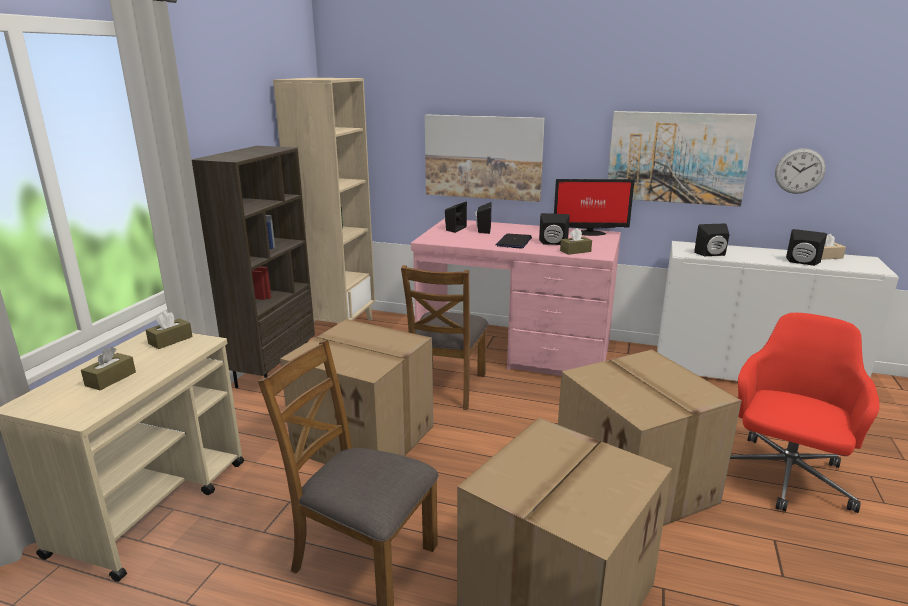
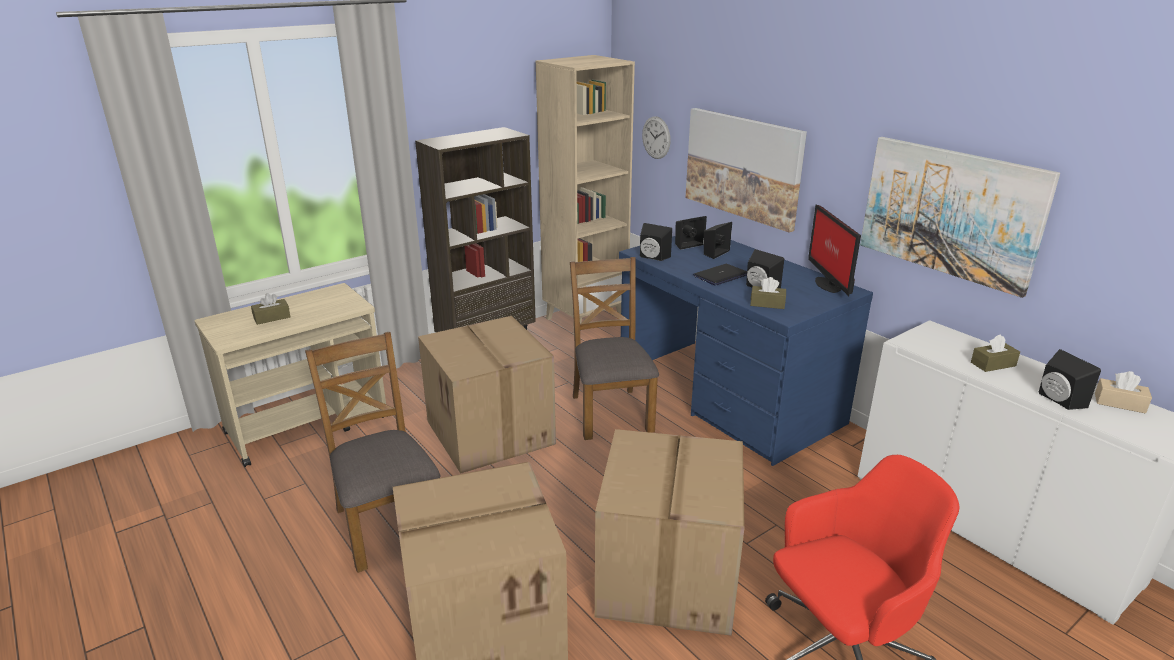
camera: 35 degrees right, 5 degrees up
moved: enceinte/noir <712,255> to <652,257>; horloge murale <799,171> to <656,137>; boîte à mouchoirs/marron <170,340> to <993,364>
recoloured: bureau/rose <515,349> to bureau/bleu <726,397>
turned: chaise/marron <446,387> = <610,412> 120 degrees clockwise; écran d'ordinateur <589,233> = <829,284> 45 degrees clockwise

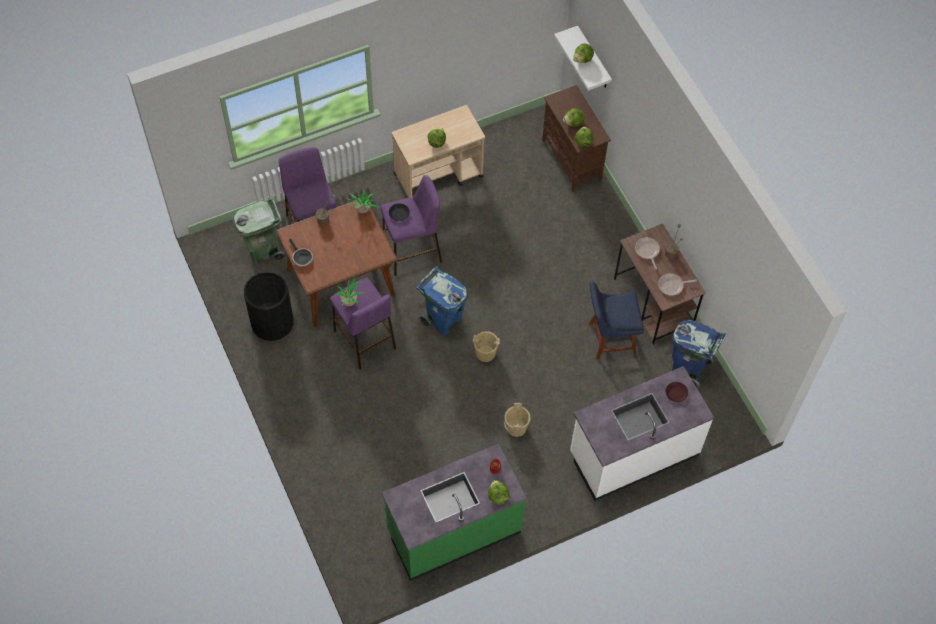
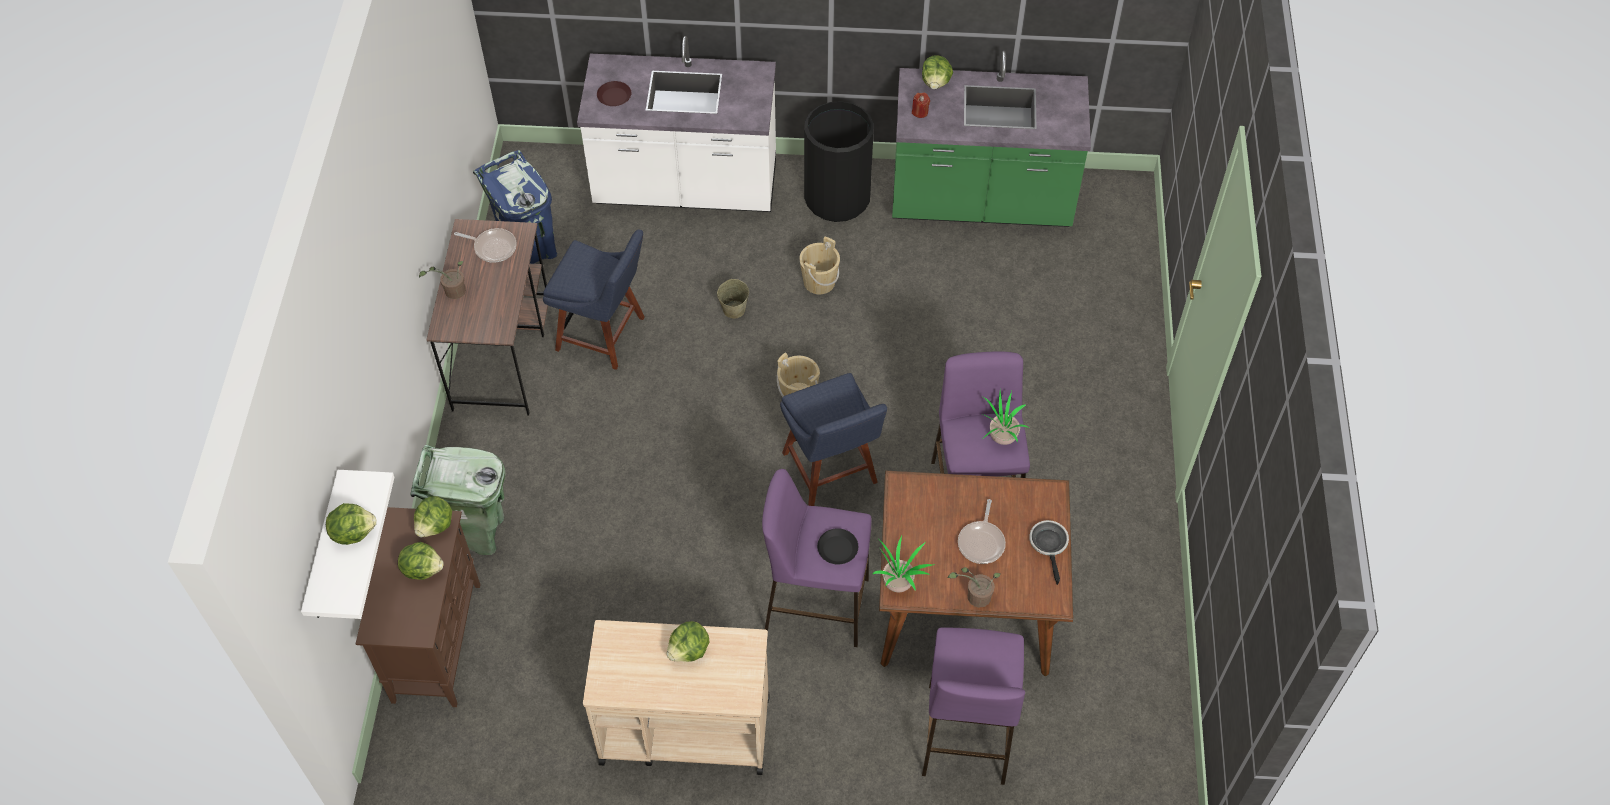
camera: 150 degrees left, 5 degrees down
added: seau/beige <734,309>
moved: poubelle/vert <264,250> to <476,532>; poubelle/noir <272,323> to <837,198>; poêle <647,251> to <982,542>
replaced: poubelle/bleu <443,320> to chaise/bleu <831,471>

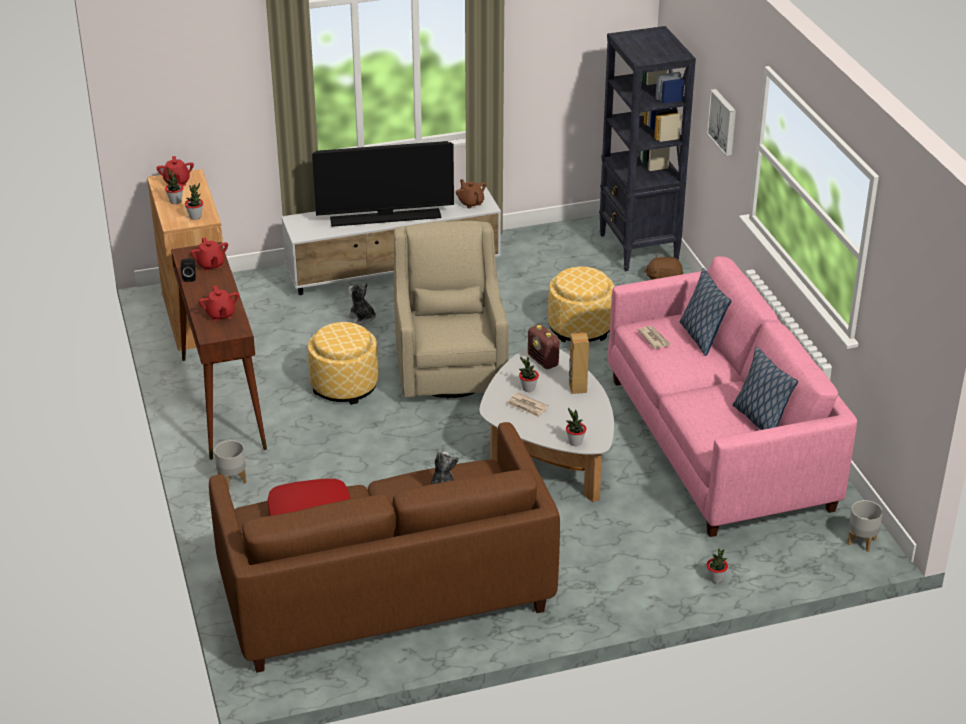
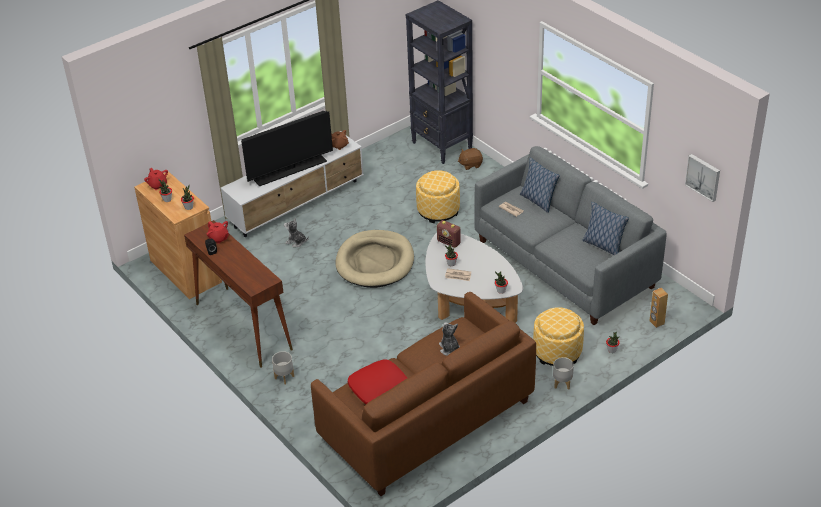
camera: 20 degrees left, 5 degrees up
removed: théière/rouge <220,315>
moved: pouf <344,386> to <557,352>; cache-pot/gris <862,542> to <562,383>; enceinte/marron <577,388> to <656,322>; tableau <723,122> to <703,177>
replaced: fauteuil/beige <450,370> to panier pour chien/beige <375,262>
recoloured: canapé/rose <719,443> to canapé/gris <565,263>

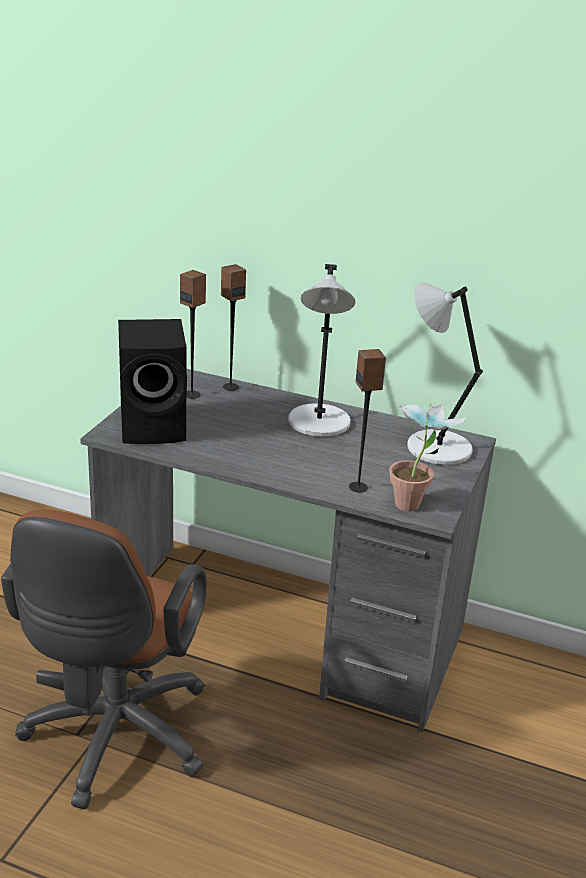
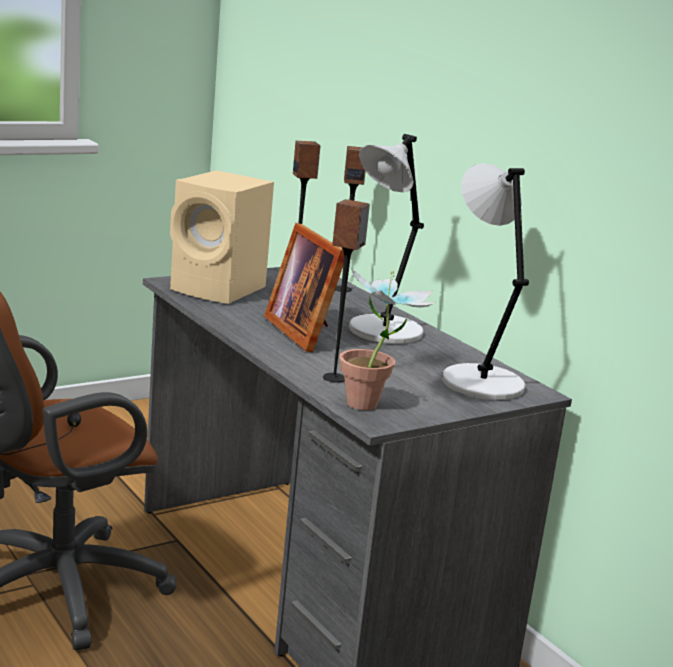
camera: 35 degrees right, 10 degrees down
added: cadre photo <305,332>
recoloured: enceinte/noir <156,427> to enceinte/beige <220,290>

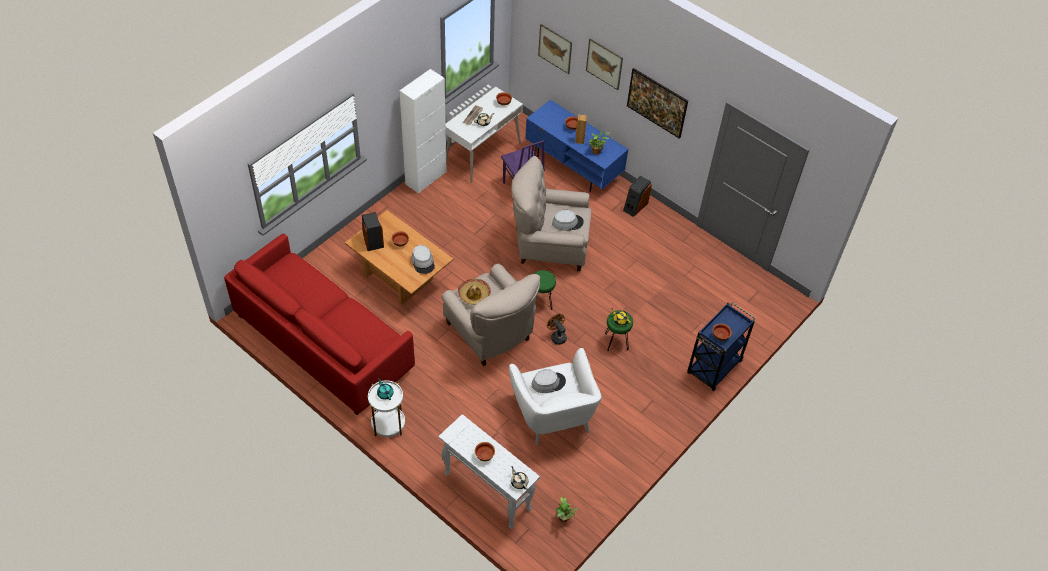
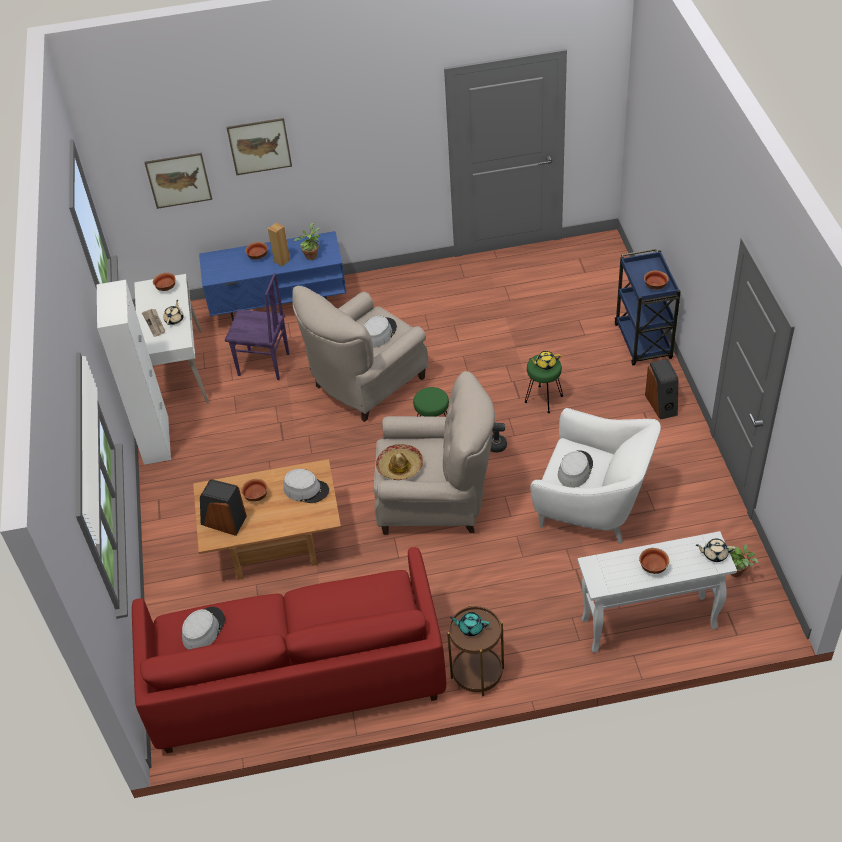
camera: 45 degrees left, 5 degrees down
removed: tableau <655,112>
added: chapeau/gris <203,629>
moved: enceinte <635,206> to <662,404>
recoloured: table d'appoint/blanc <388,424> to table d'appoint/marron <477,673>

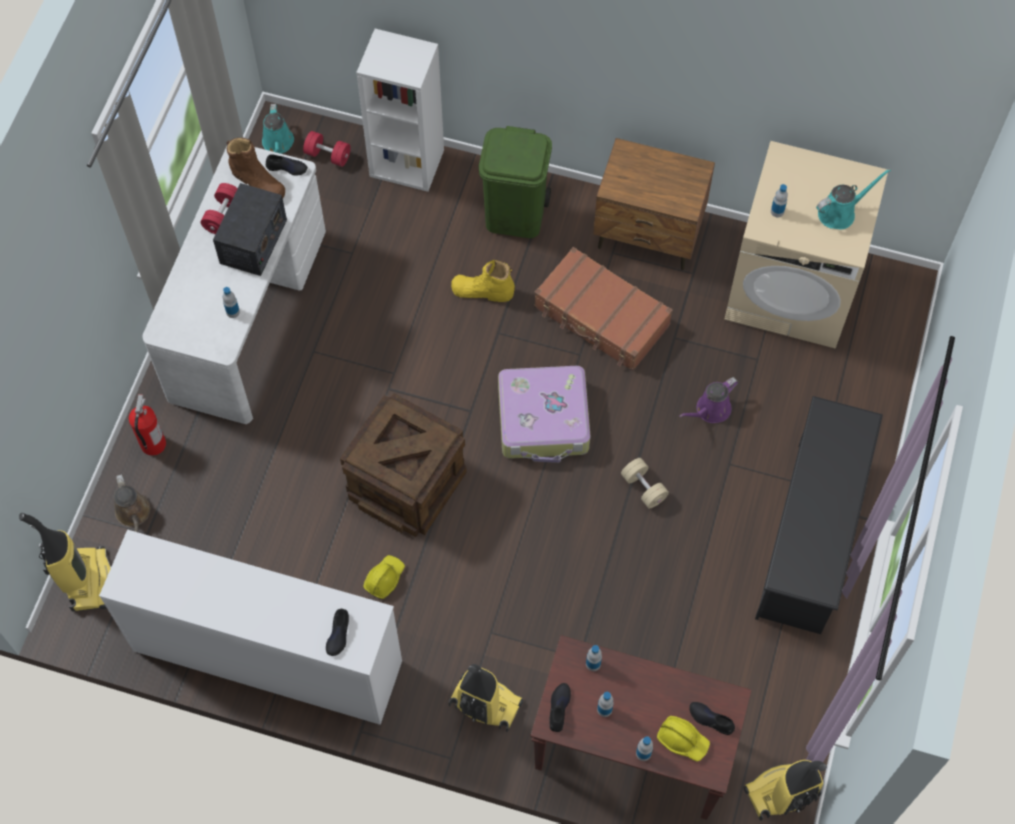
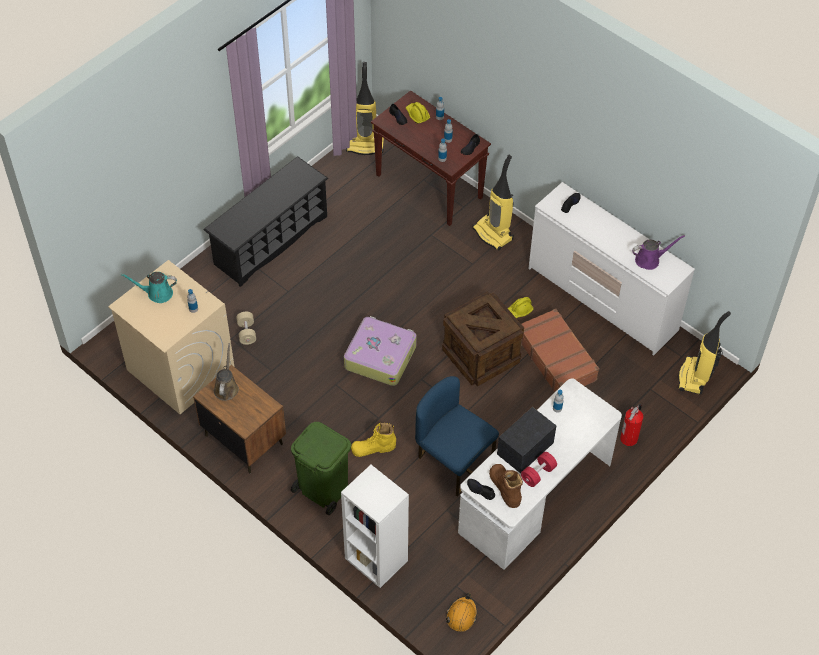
camera: 155 degrees left, 10 degrees down
removed: haltère/rouge <328,155>
added: chaise/bleu <453,460>
moved: arrosoir/marron <134,514> to <226,387>; haltère/beige <643,488> to <247,332>; valise/marron <601,317> to <556,358>; arrosoir/violet <710,410> to <650,260>
replaced: arrosoir/turquoise <278,144> to casque de chantier/orange <461,615>
turned: botte/jaune <482,291> = <373,448> 135 degrees clockwise

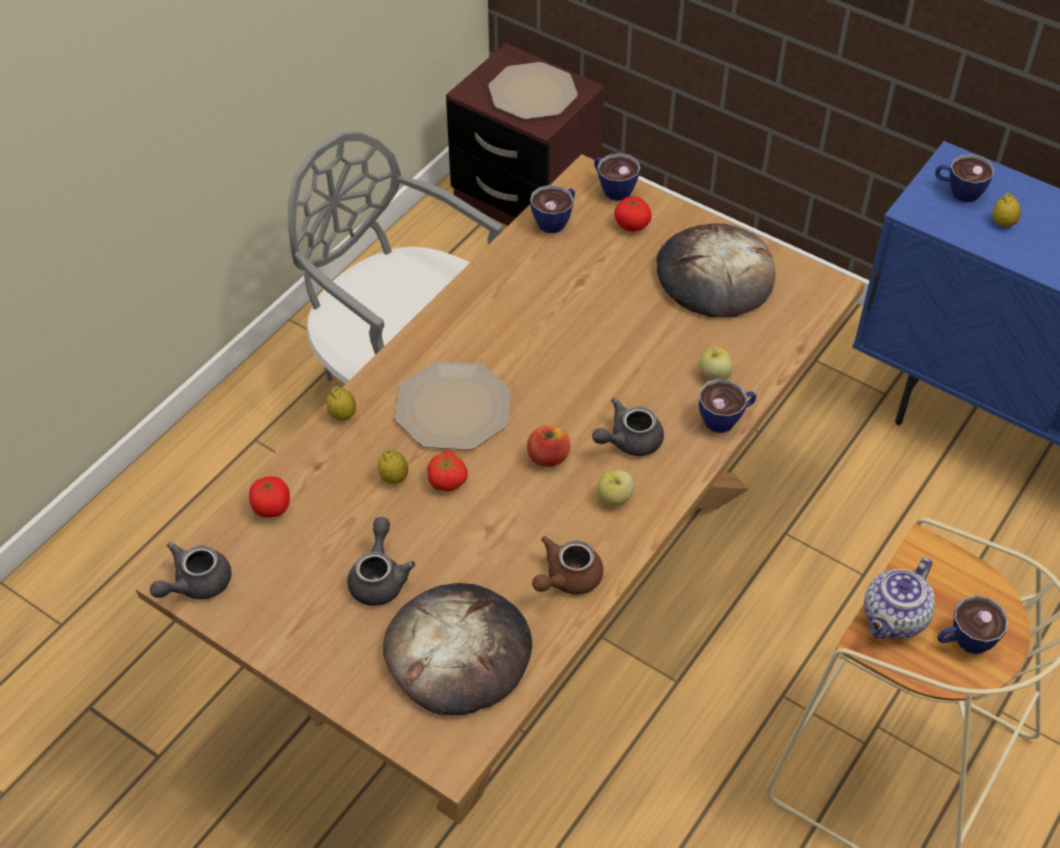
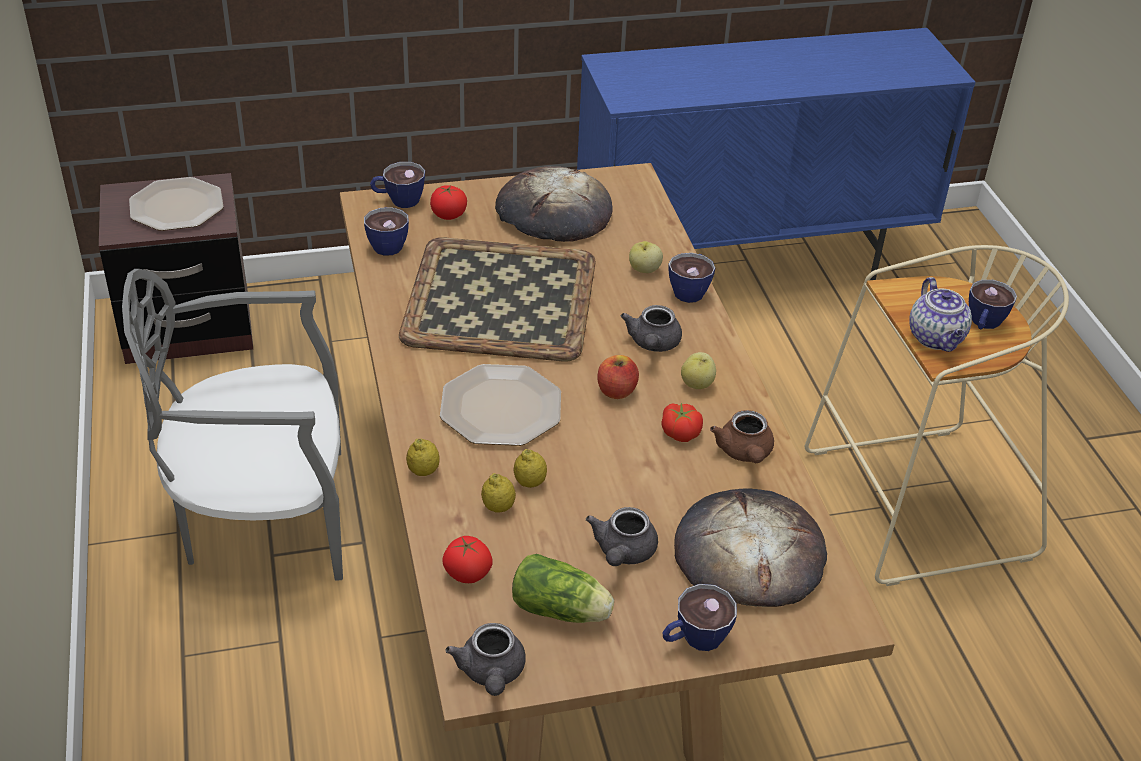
camera: 50 degrees left, 10 degrees down
added: plateau <502,298>; laitue <563,611>
moved: citron <1003,223> to <498,507>; tomate <448,480> to <680,432>; tasse <958,191> to <694,639>
turned: théière/gris <379,577> = <622,553> 120 degrees counterclockwise

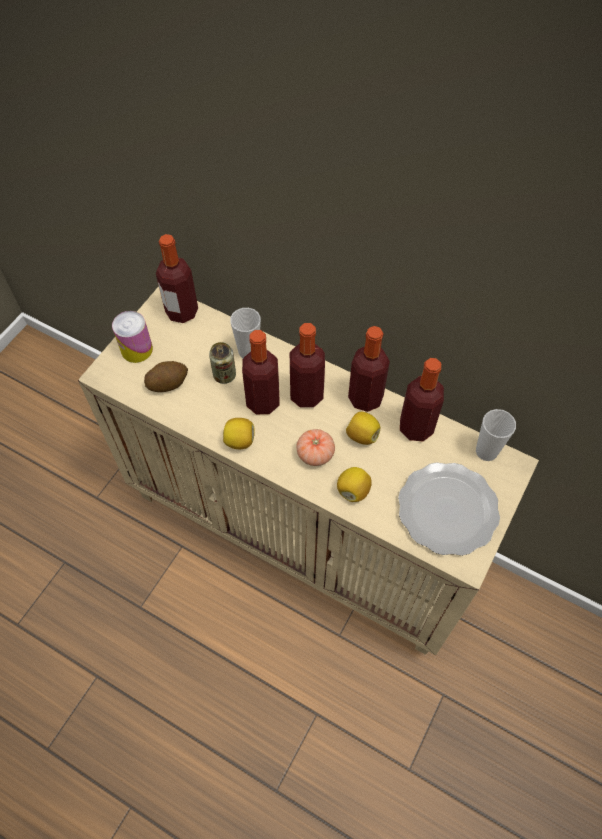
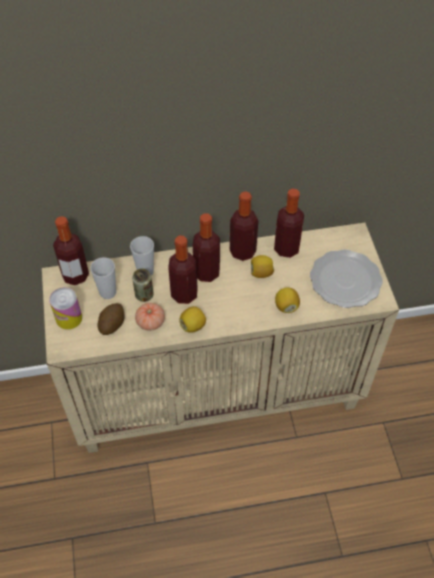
camera: 40 degrees left, 5 degrees down
moved: tasse <486,451> to <108,292>; tomate <315,454> to <150,322>

